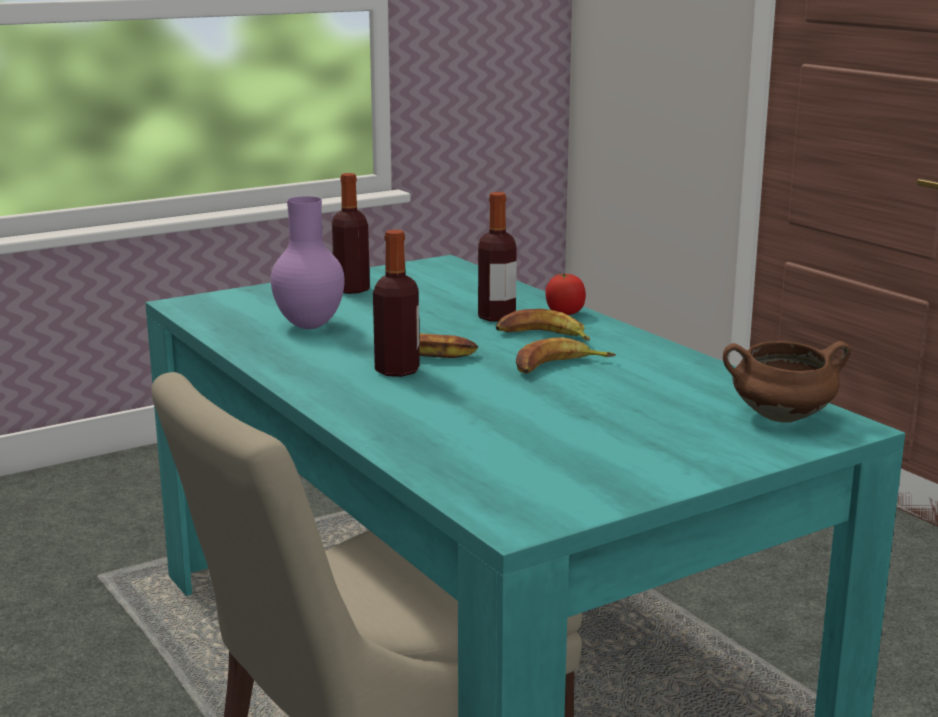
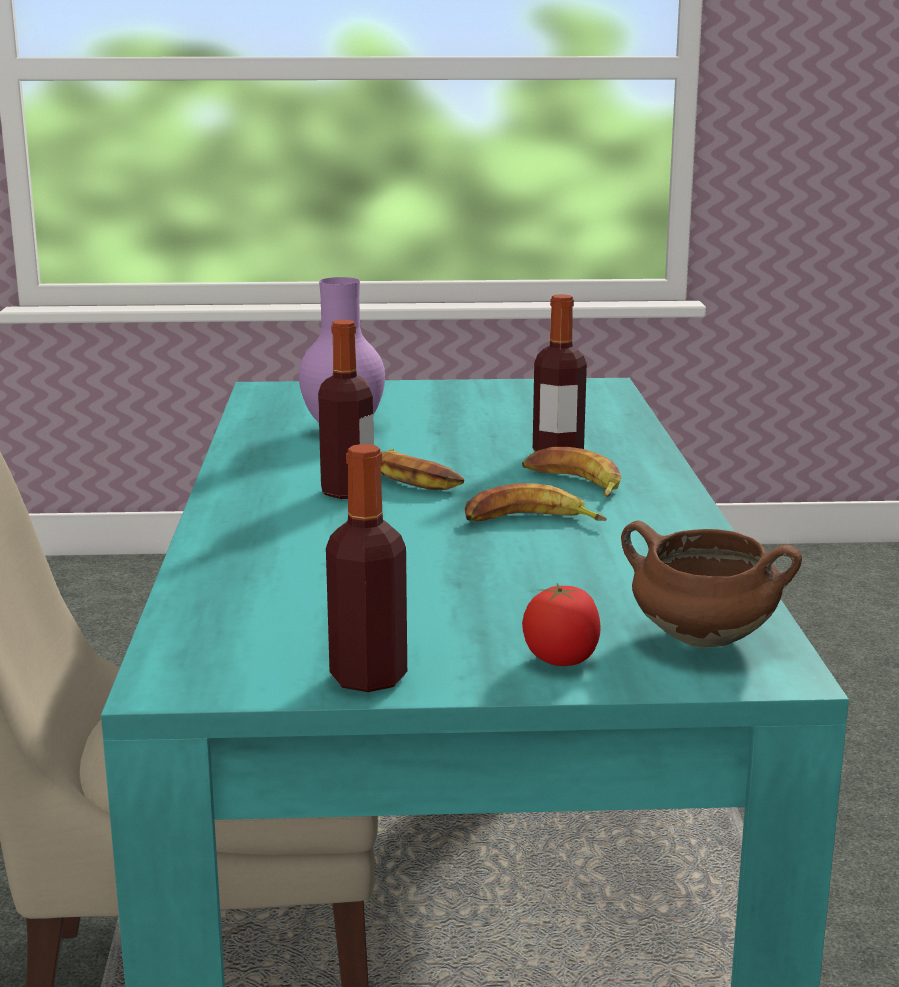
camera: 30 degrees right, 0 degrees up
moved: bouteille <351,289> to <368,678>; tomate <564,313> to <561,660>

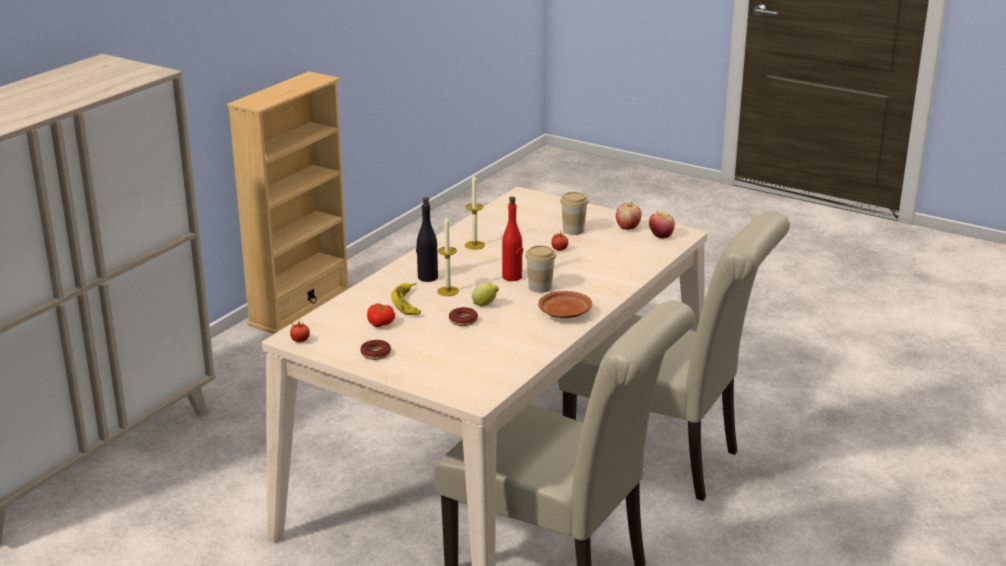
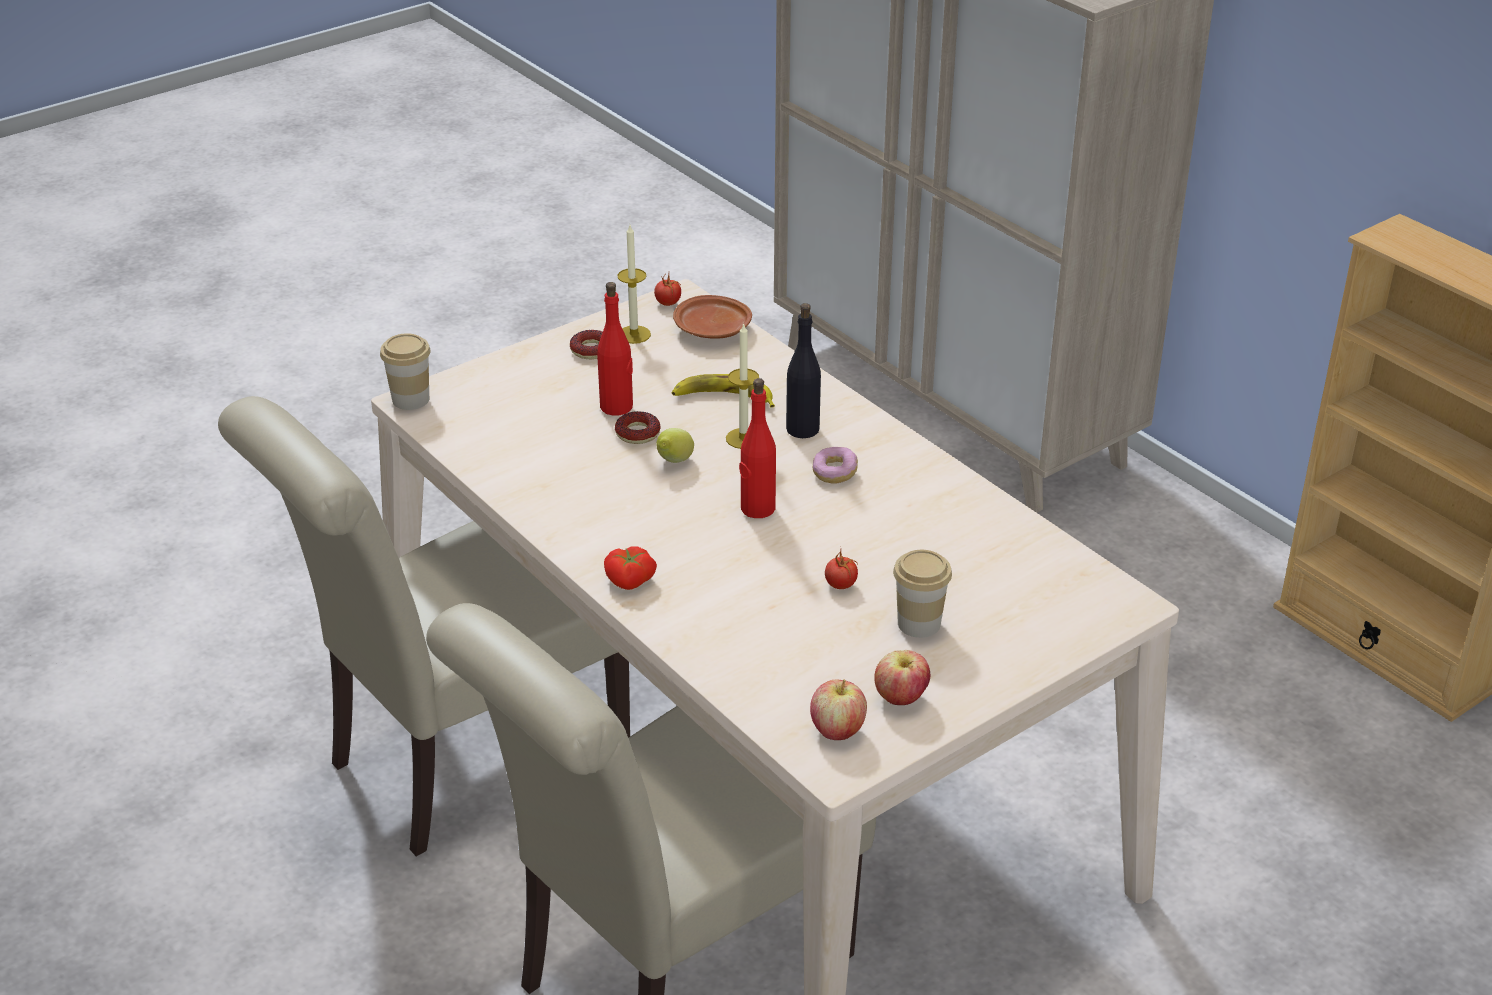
camera: 110 degrees right, 10 degrees up
added: bouteille/rouge <617,407>; beignet <834,473>
moved: tasse <540,287> to <411,399>; tomate <381,323> to <629,582>; bougie <474,245> to <634,334>; assiette/marron <565,313> to <713,330>

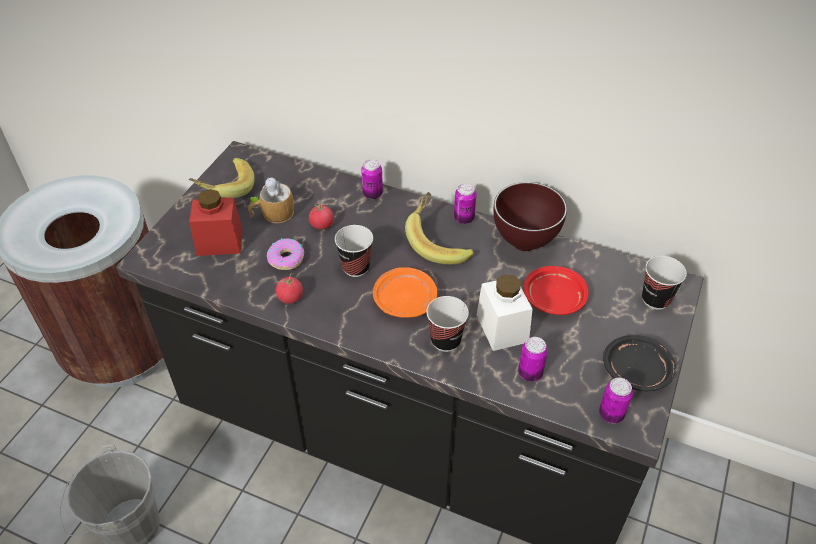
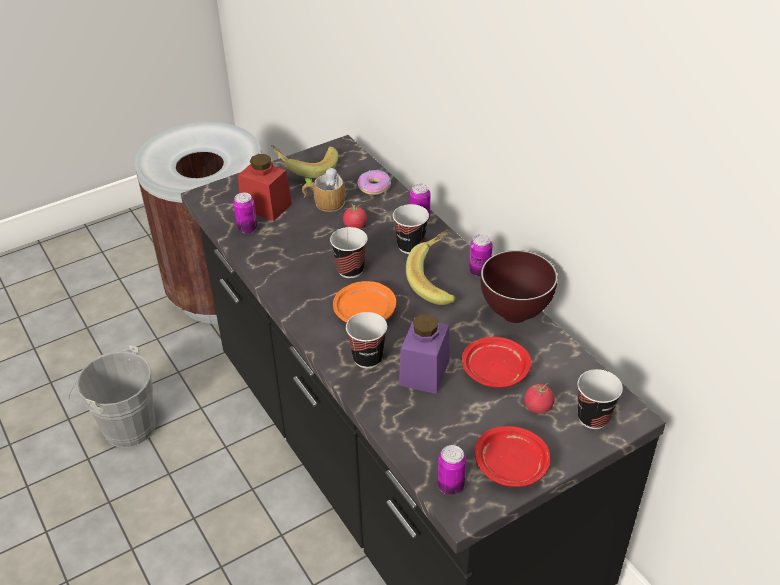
camera: 35 degrees right, 5 degrees down
added: tasse <410,246>
moved: boîte métallique <530,373> to <247,228>; beignet <286,258> to <374,187>; tomate <290,297> to <538,407>
recoloured: bocal/blanc <502,328> to bocal/violet <424,372>; assiette/noir <637,370> to assiette/rouge <512,465>

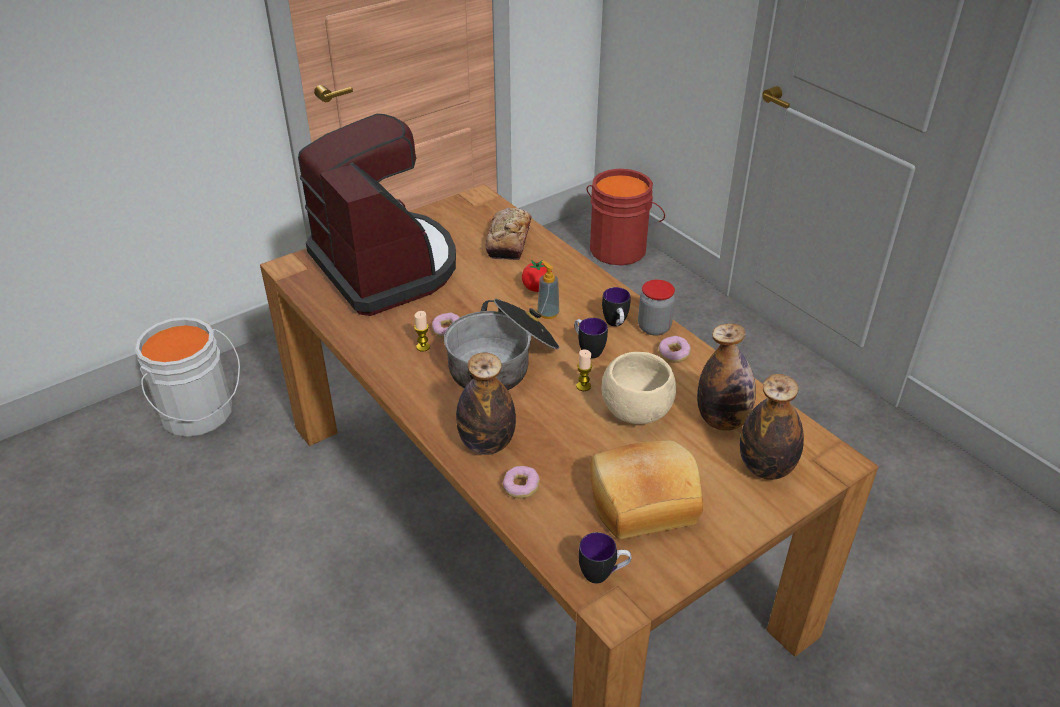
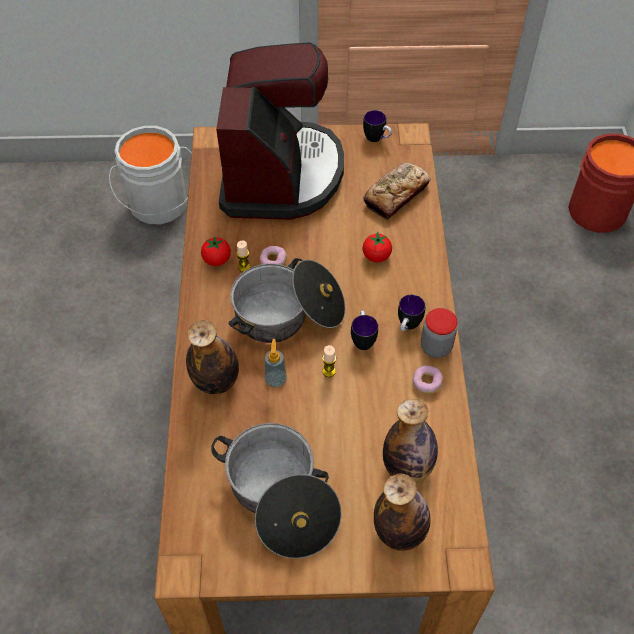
camera: 35 degrees right, 15 degrees up
removed: beignet <521,488>; bol/beige <636,412>
added: tomate <217,260>
moved: distributeur de savon <548,313> to <275,380>; mug <603,574> to <377,139>
replaced: pain <642,500> to marmite <280,498>

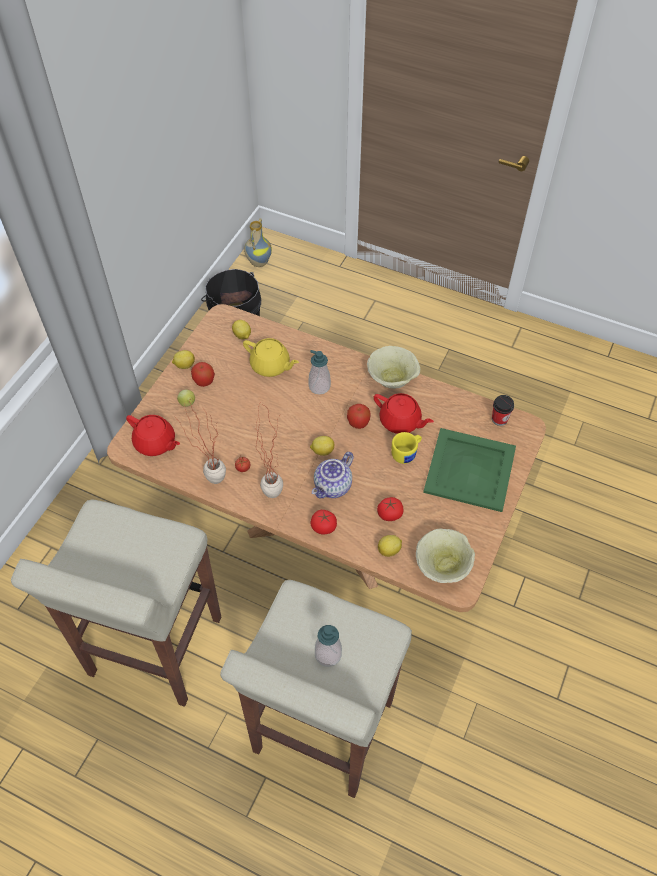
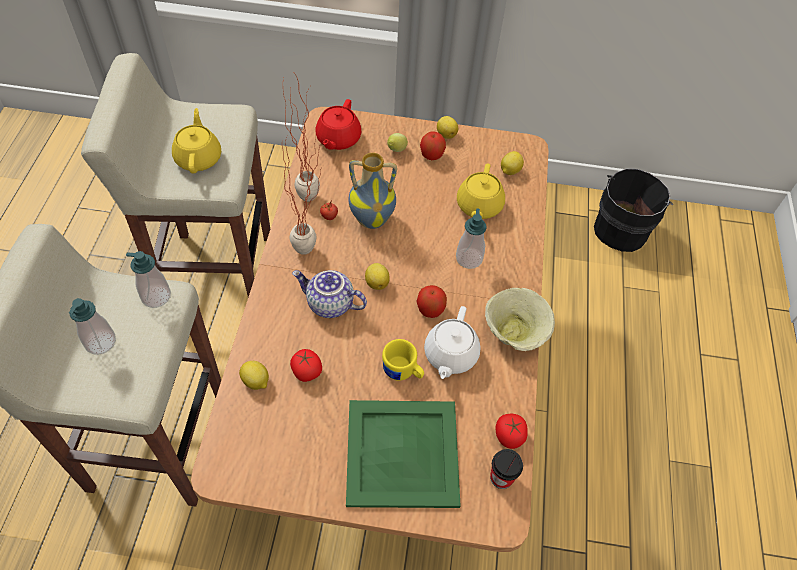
camera: 70 degrees right, 0 degrees up
removed: bol/beige <442,564>
added: distributeur de savon <156,296>; théière/jaune <199,157>
moved: vase <258,262> to <372,218>; tomate <324,527> to <509,436>
recoloured: théière/rouge <400,421> to théière/blanc <450,355>

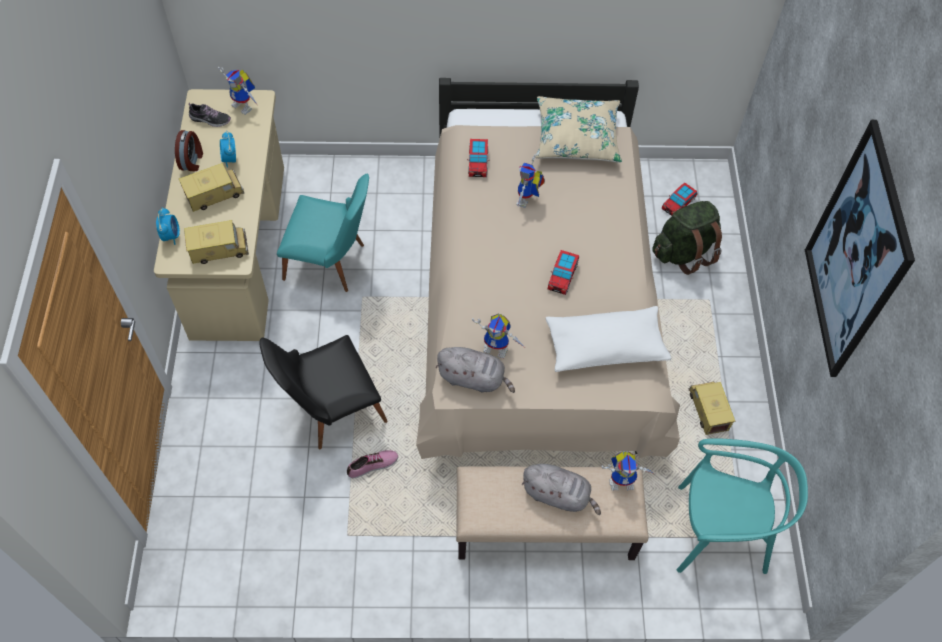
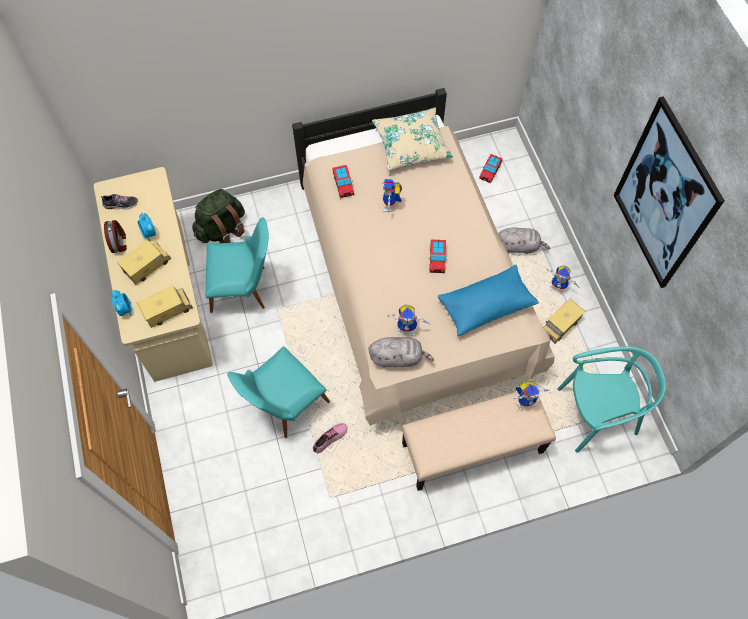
camera: 15 degrees left, 5 degrees up
moved: sac à dos/vert <684,252> to <222,229>; peluche/gris <558,495> to <519,246>; robot jouet <245,106> to <559,287>
recoloured: chaise/noir <330,411> to chaise/turquoise <284,406>; coussin/blanc <605,347> to coussin/bleu <486,305>
turned: camion jouet <708,410> = <560,325> 105 degrees counterclockwise

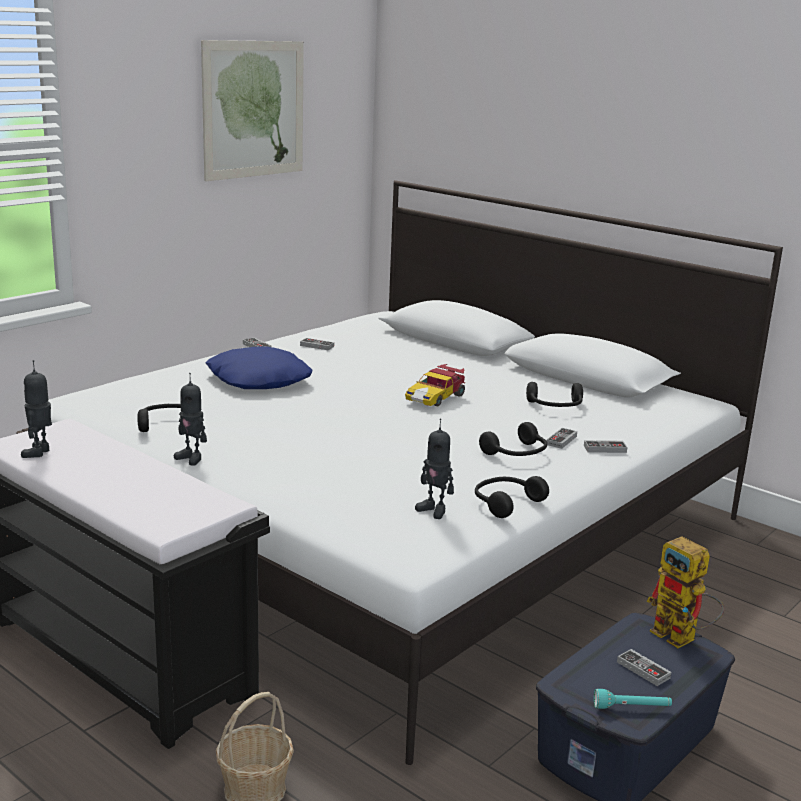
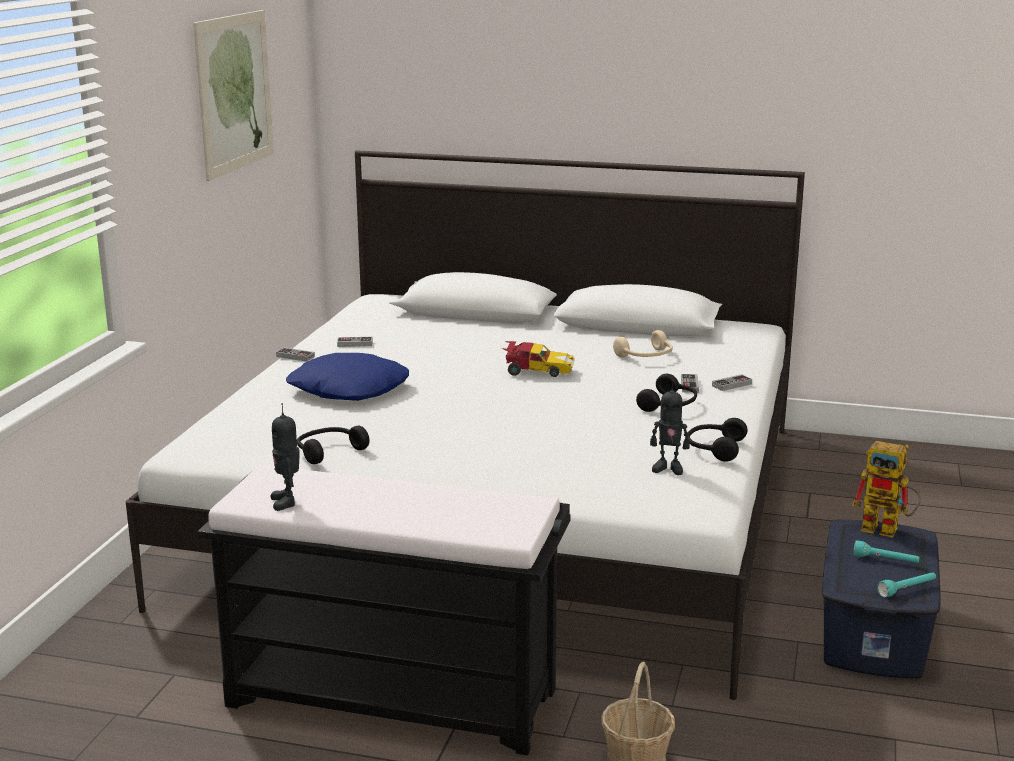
camera: 25 degrees left, 0 degrees up
removed: robot jouet <191,458>
replaced: manette <643,670> to lampe de poche/turquoise <885,560>
recoloured: casque audio/noir <555,406> to casque audio/beige <646,357>
turned: petite voiture <436,398> = <537,371> 90 degrees counterclockwise

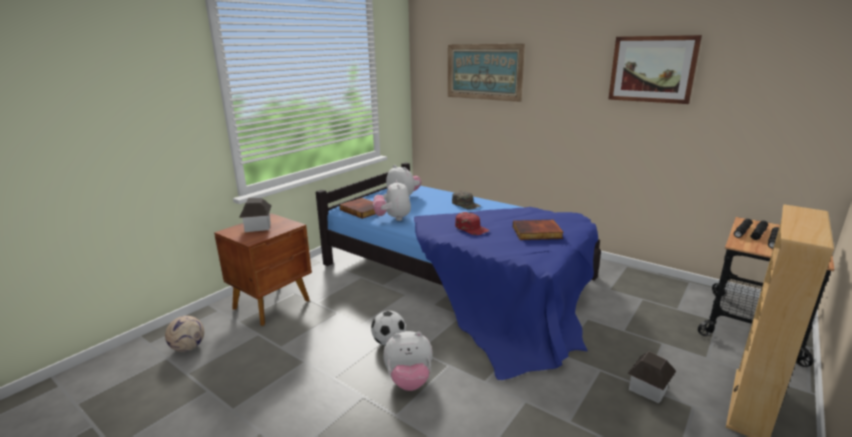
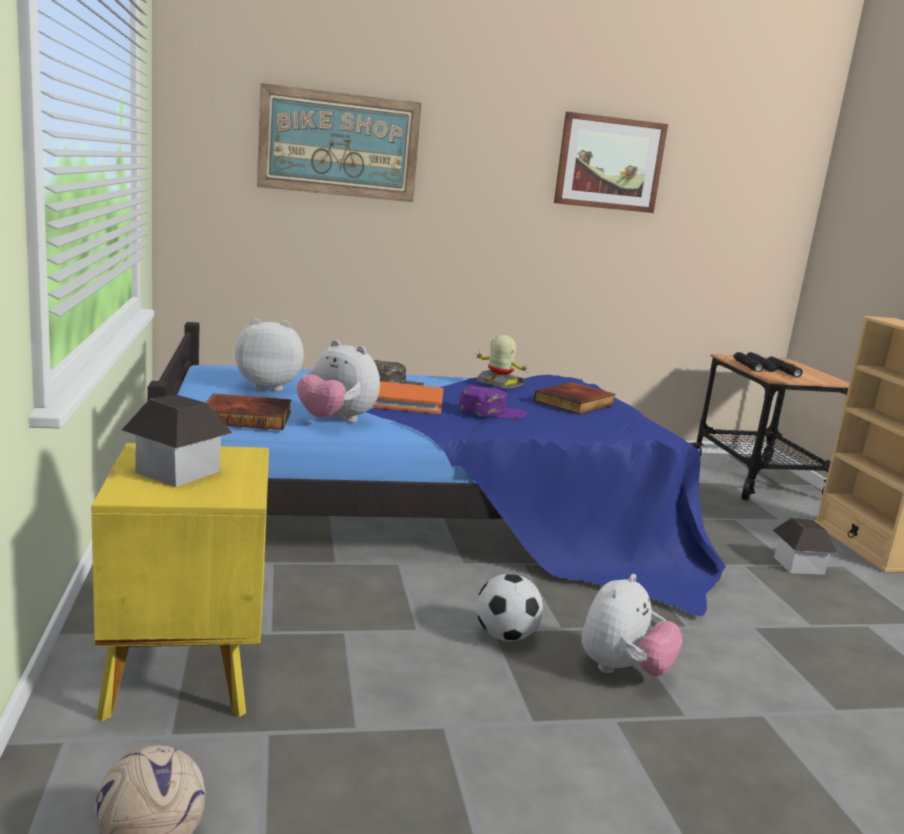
camera: 50 degrees left, 5 degrees down
added: livre/orange <406,402>; robot jouet <499,384>
recoloured: table de chevet/marron <273,304> to table de chevet/jaune <185,671>; casquette/rouge <471,228> to casquette/violet <492,412>

